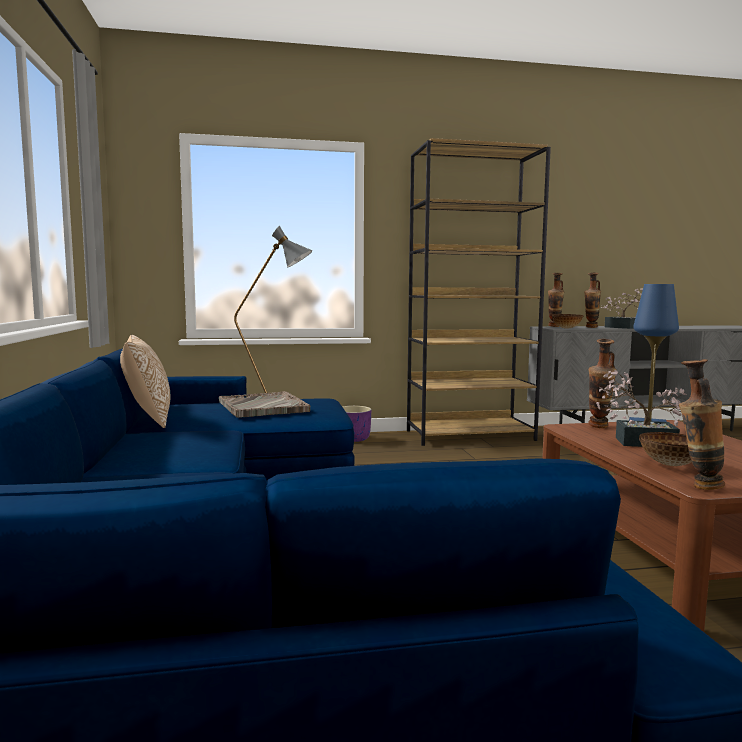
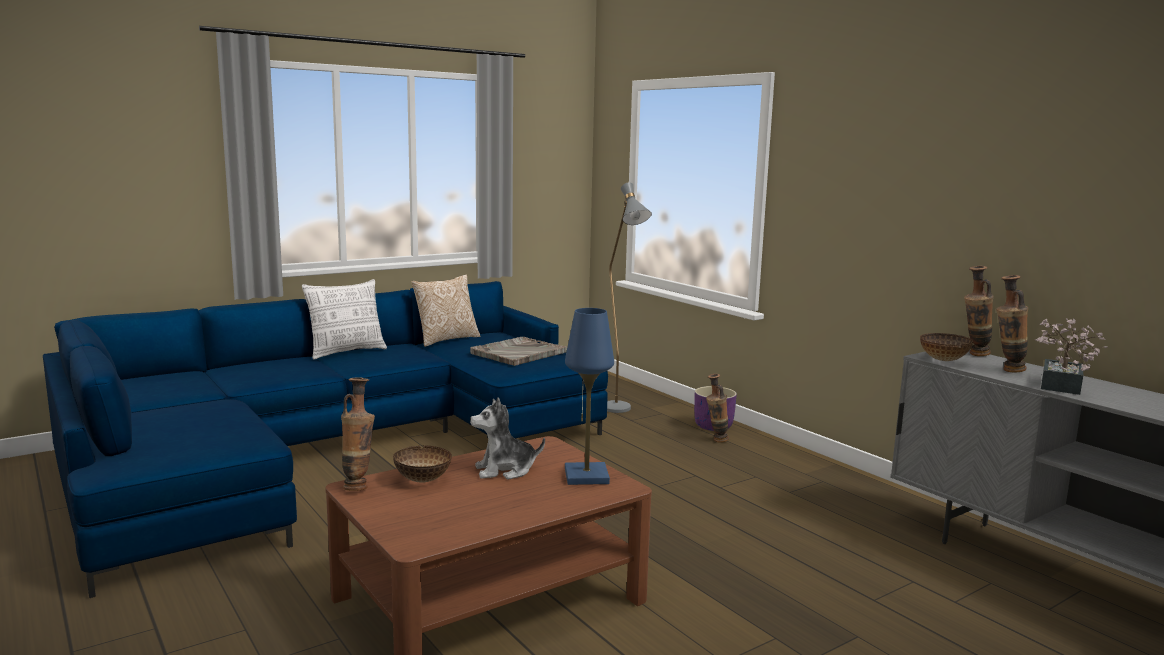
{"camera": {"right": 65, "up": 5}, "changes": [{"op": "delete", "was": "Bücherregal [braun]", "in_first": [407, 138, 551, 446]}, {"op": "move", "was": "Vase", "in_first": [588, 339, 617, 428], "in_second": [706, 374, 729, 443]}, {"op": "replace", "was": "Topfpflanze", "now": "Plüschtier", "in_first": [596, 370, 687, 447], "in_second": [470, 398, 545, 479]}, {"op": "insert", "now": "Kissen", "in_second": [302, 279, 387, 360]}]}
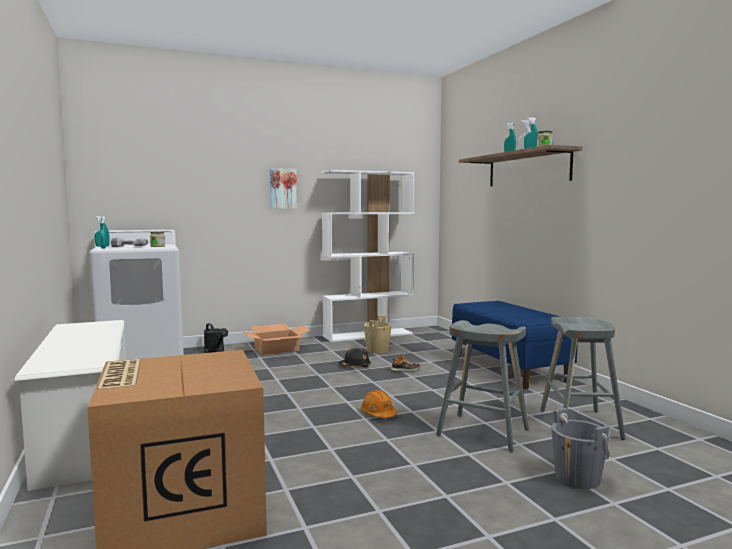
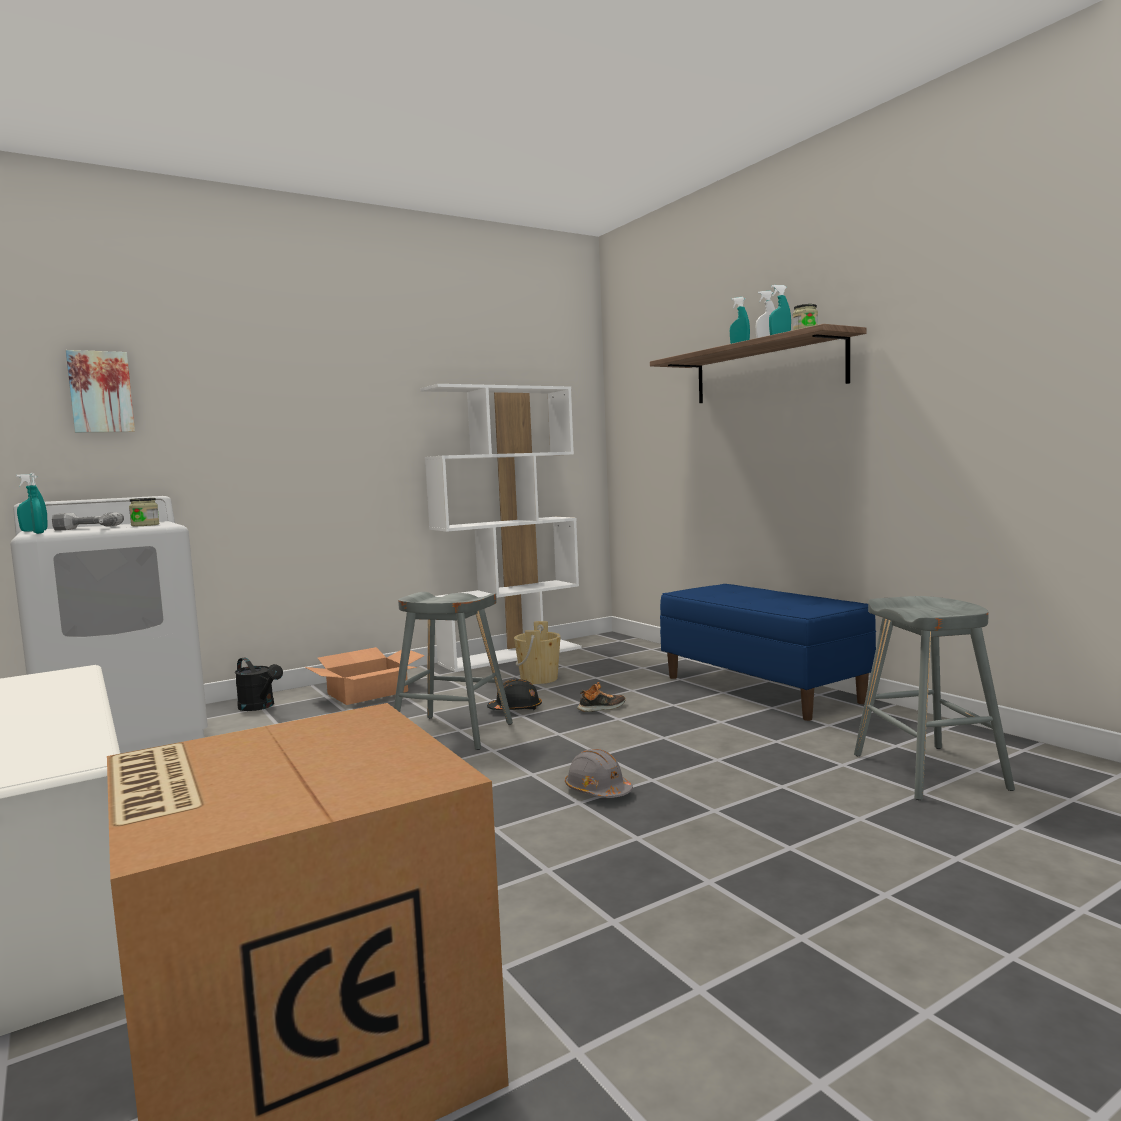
{"camera": {"right": -10, "up": 0}, "changes": [{"op": "move", "was": "Bild", "in_first": [270, 168, 297, 209], "in_second": [66, 350, 135, 433]}, {"op": "recolor", "was": "Schutzhelm [orange]", "now": "Schutzhelm [grau]", "in_first": [361, 390, 397, 418], "in_second": [565, 749, 633, 798]}, {"op": "move", "was": "Hocker [grau]", "in_first": [436, 320, 529, 452], "in_second": [394, 592, 513, 750]}, {"op": "delete", "was": "Eimer [grau]", "in_first": [551, 408, 610, 489]}]}
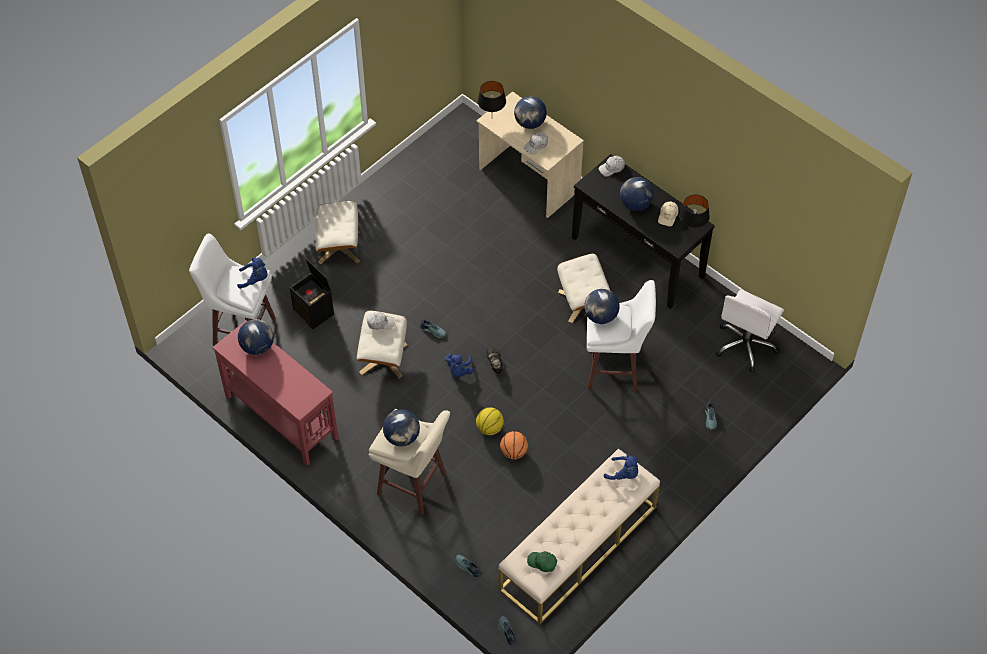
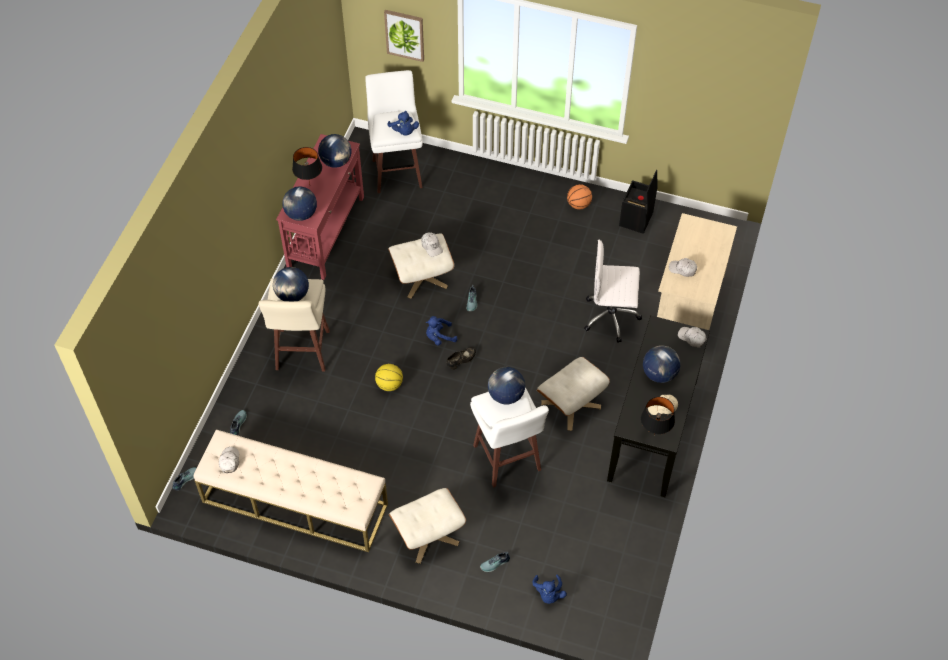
{"camera": {"right": 65, "up": 0}, "changes": [{"op": "move", "was": "Aufbewahrungsbox [schwarz]", "in_first": [290, 259, 334, 329], "in_second": [619, 170, 658, 234]}, {"op": "move", "was": "Polsterhocker [beige]", "in_first": [315, 201, 360, 265], "in_second": [389, 488, 466, 564]}, {"op": "move", "was": "Tischlampe [schwarz]", "in_first": [478, 81, 506, 112], "in_second": [292, 147, 322, 184]}, {"op": "move", "was": "Basketball", "in_first": [500, 431, 528, 459], "in_second": [567, 184, 592, 210]}, {"op": "move", "was": "Globus", "in_first": [514, 96, 547, 129], "in_second": [282, 186, 317, 221]}, {"op": "recolor", "was": "Kappe [grün]", "now": "Kappe [weiß]", "in_first": [527, 551, 557, 572], "in_second": [219, 447, 239, 473]}, {"op": "move", "was": "Plüschtier [blau]", "in_first": [604, 455, 638, 480], "in_second": [532, 575, 567, 604]}, {"op": "move", "was": "Bürostuhl [weiß]", "in_first": [716, 290, 784, 372], "in_second": [584, 239, 642, 343]}, {"op": "insert", "now": "Bild", "in_second": [384, 10, 424, 62]}]}
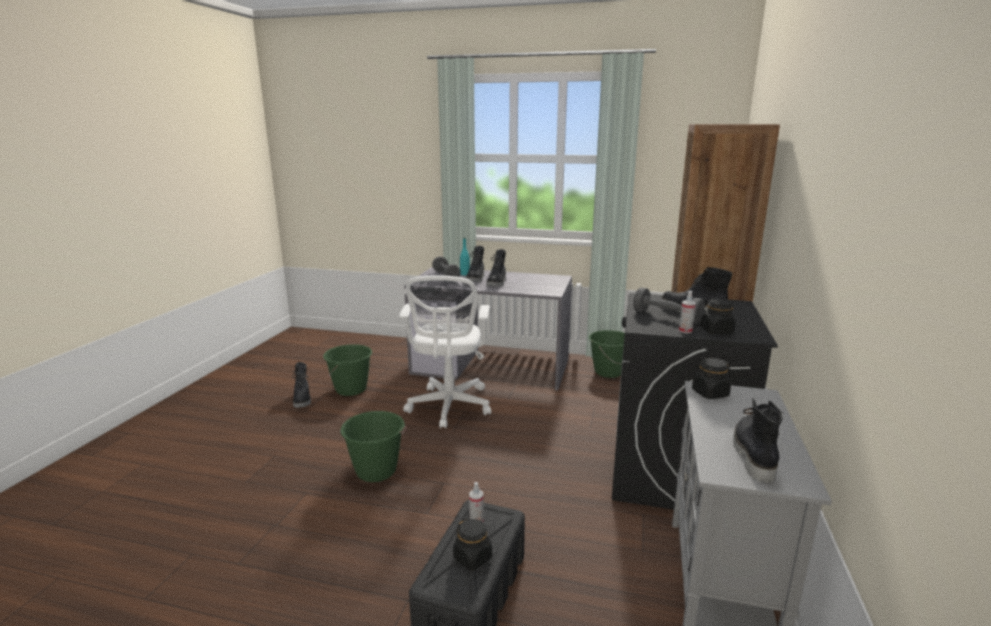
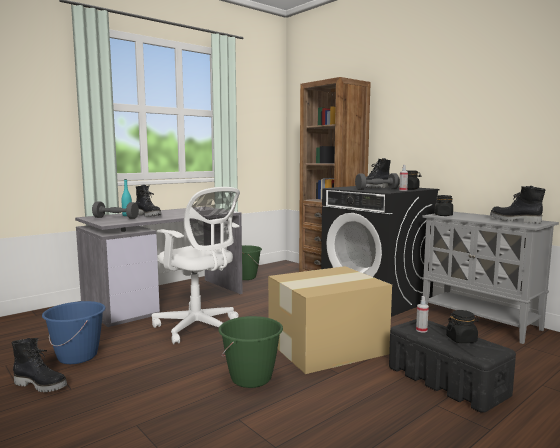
{"camera": {"right": -55, "up": -10}, "changes": [{"op": "recolor", "was": "Eimer [grün]", "now": "Eimer [blau]", "in_first": [323, 344, 372, 396], "in_second": [42, 301, 106, 364]}, {"op": "delete", "was": "Stiefel [schwarz]", "in_first": [486, 249, 506, 287]}, {"op": "insert", "now": "Karton", "in_second": [268, 266, 392, 374]}]}
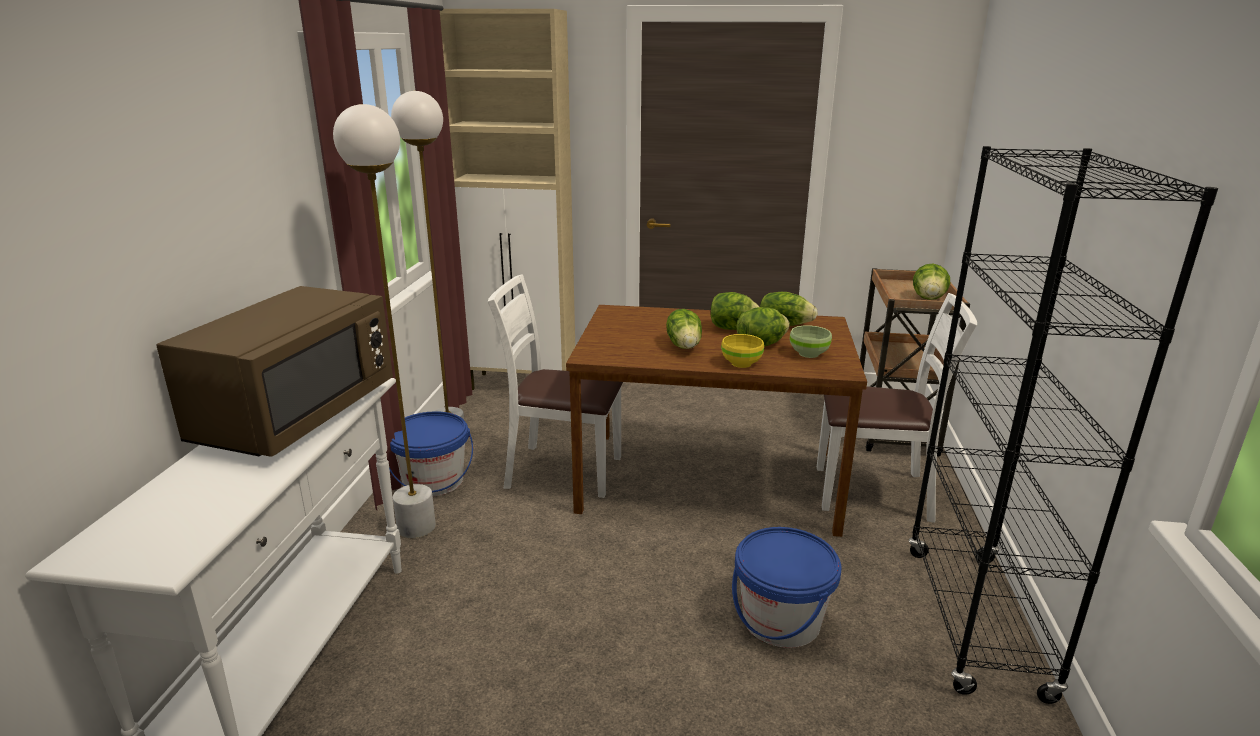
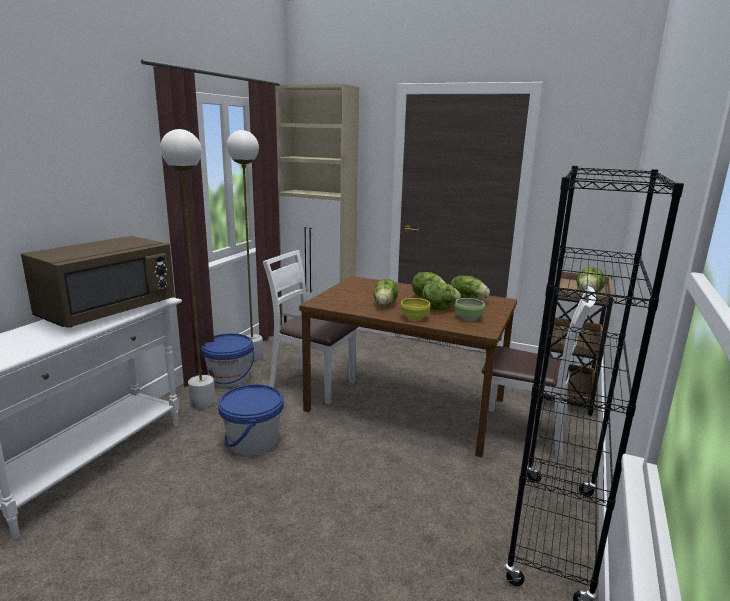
{"camera": {"right": 15, "up": -5}, "changes": [{"op": "move", "was": "Eimer [blau]", "in_first": [732, 527, 842, 648], "in_second": [218, 384, 284, 456]}]}
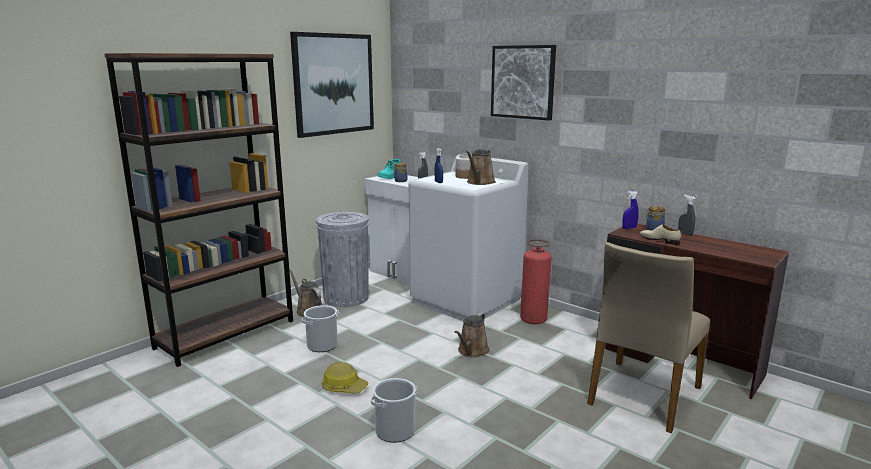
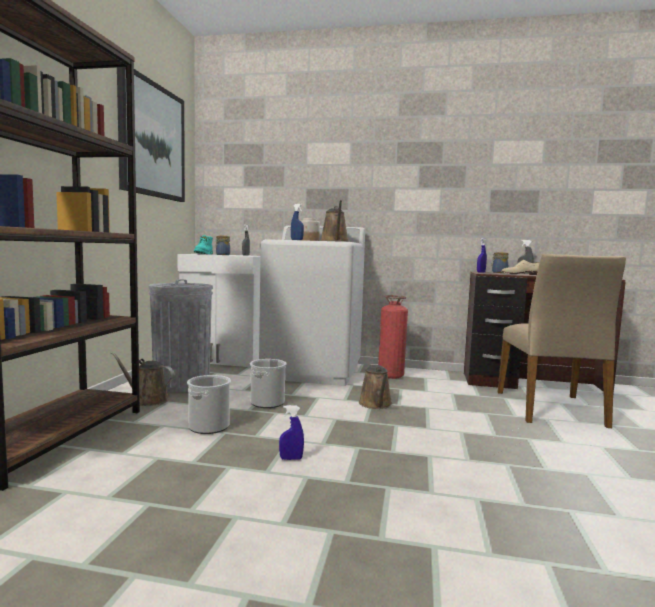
{"camera": {"right": -30, "up": -10}, "changes": [{"op": "replace", "was": "Schutzhelm", "now": "Sprühflasche [blau]", "in_first": [322, 362, 369, 394], "in_second": [279, 405, 304, 460]}, {"op": "move", "was": "Eimer", "in_first": [371, 378, 418, 443], "in_second": [250, 359, 287, 408]}, {"op": "delete", "was": "Bild", "in_first": [491, 45, 556, 121]}]}
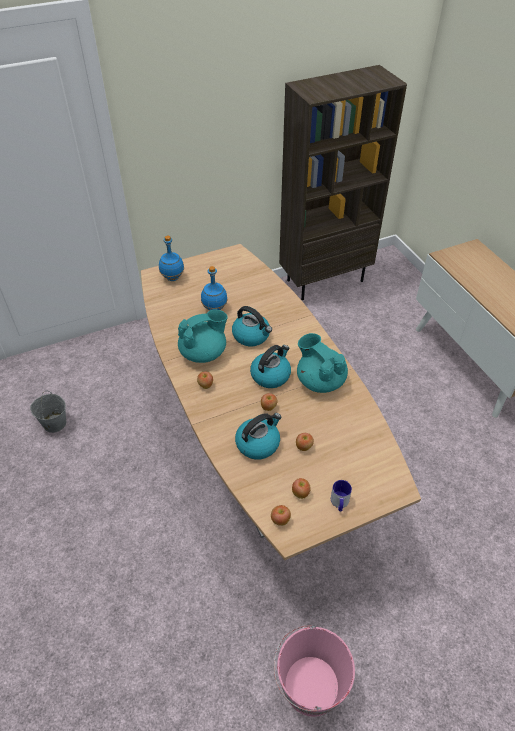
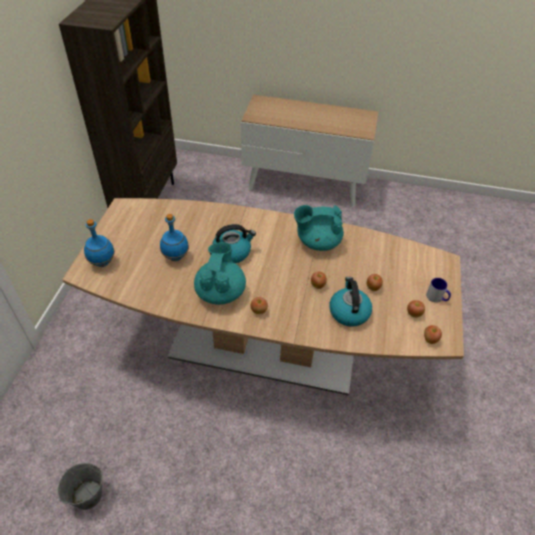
{"camera": {"right": -55, "up": 0}, "changes": [{"op": "delete", "was": "Wasserkessel", "in_first": [250, 345, 291, 388]}, {"op": "delete", "was": "Eimer [rosa]", "in_first": [274, 625, 355, 717]}]}
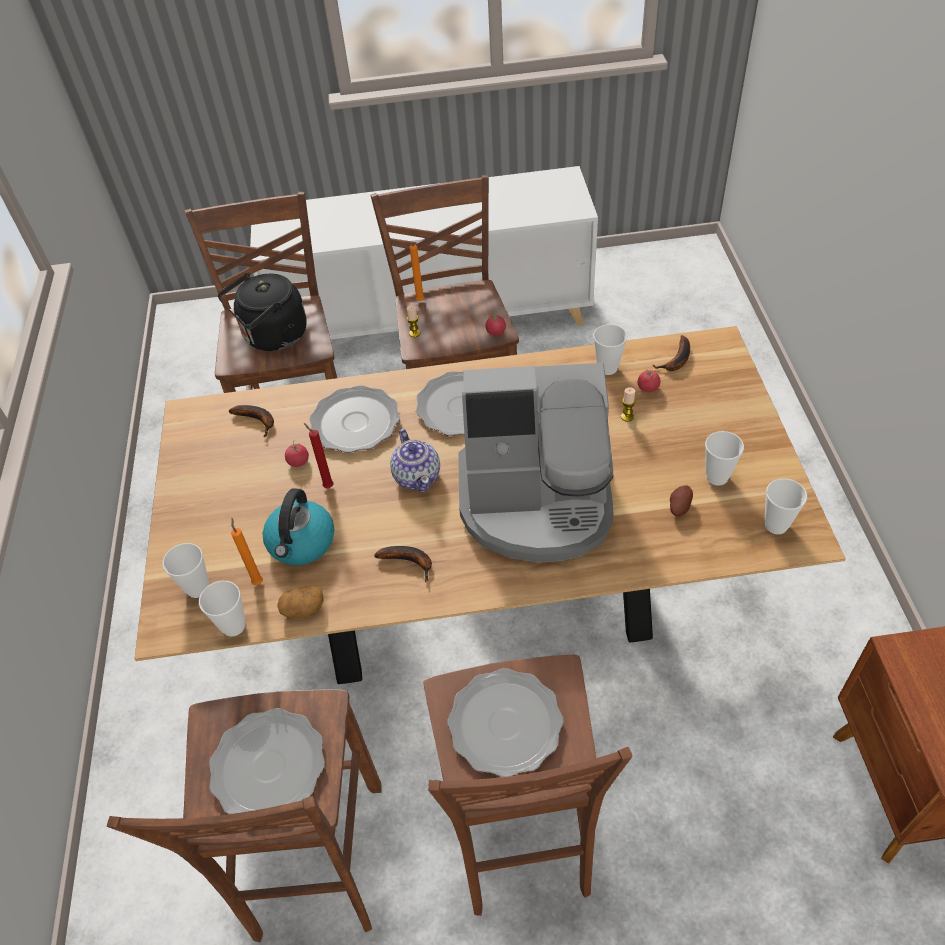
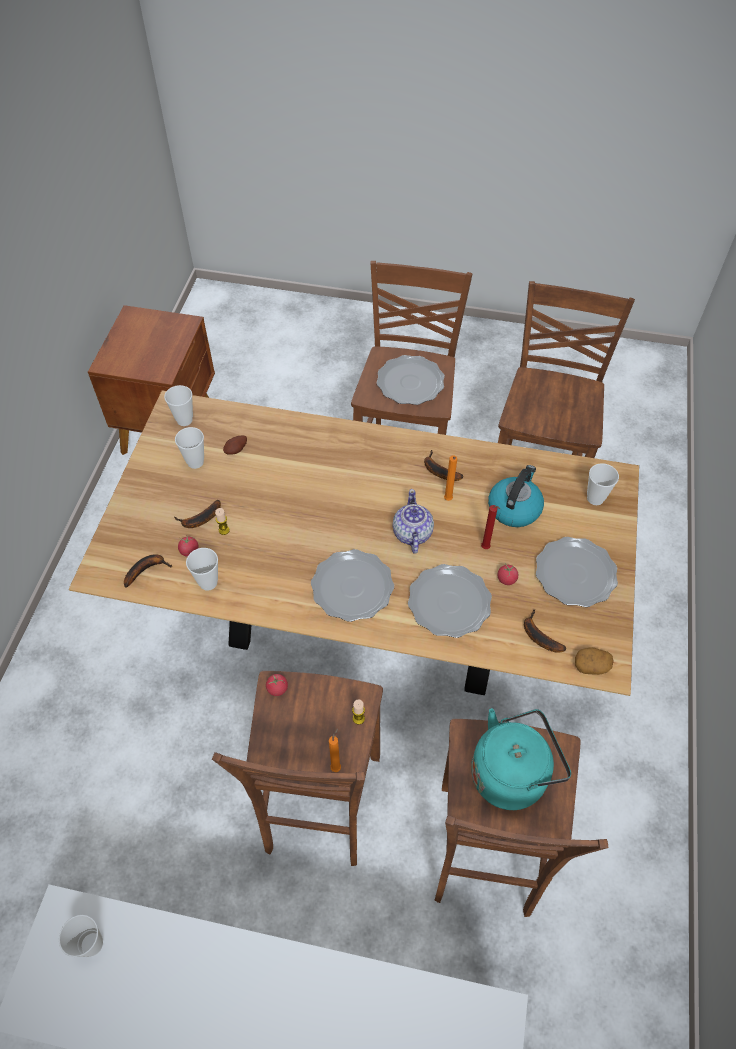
{"camera": {"right": -165, "up": 5}, "changes": [{"op": "move", "was": "Tasse", "in_first": [199, 581, 245, 637], "in_second": [59, 915, 103, 957]}, {"op": "move", "was": "Teller", "in_first": [209, 708, 325, 814], "in_second": [536, 537, 618, 607]}, {"op": "recolor", "was": "Wasserkessel [schwarz]", "now": "Wasserkessel [türkis]", "in_first": [218, 273, 307, 351], "in_second": [471, 708, 571, 810]}, {"op": "move", "was": "Kerze [orange]", "in_first": [231, 518, 263, 585], "in_second": [444, 455, 457, 501]}, {"op": "move", "was": "Kartoffel", "in_first": [277, 586, 324, 618], "in_second": [575, 647, 614, 675]}, {"op": "delete", "was": "Kaffeemaschine", "in_first": [458, 363, 614, 563]}, {"op": "insert", "now": "Banane", "in_second": [174, 500, 221, 528]}]}
